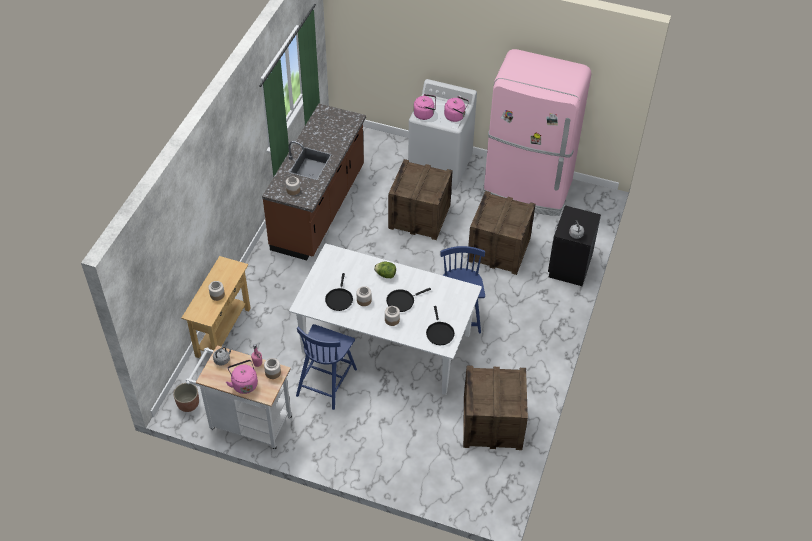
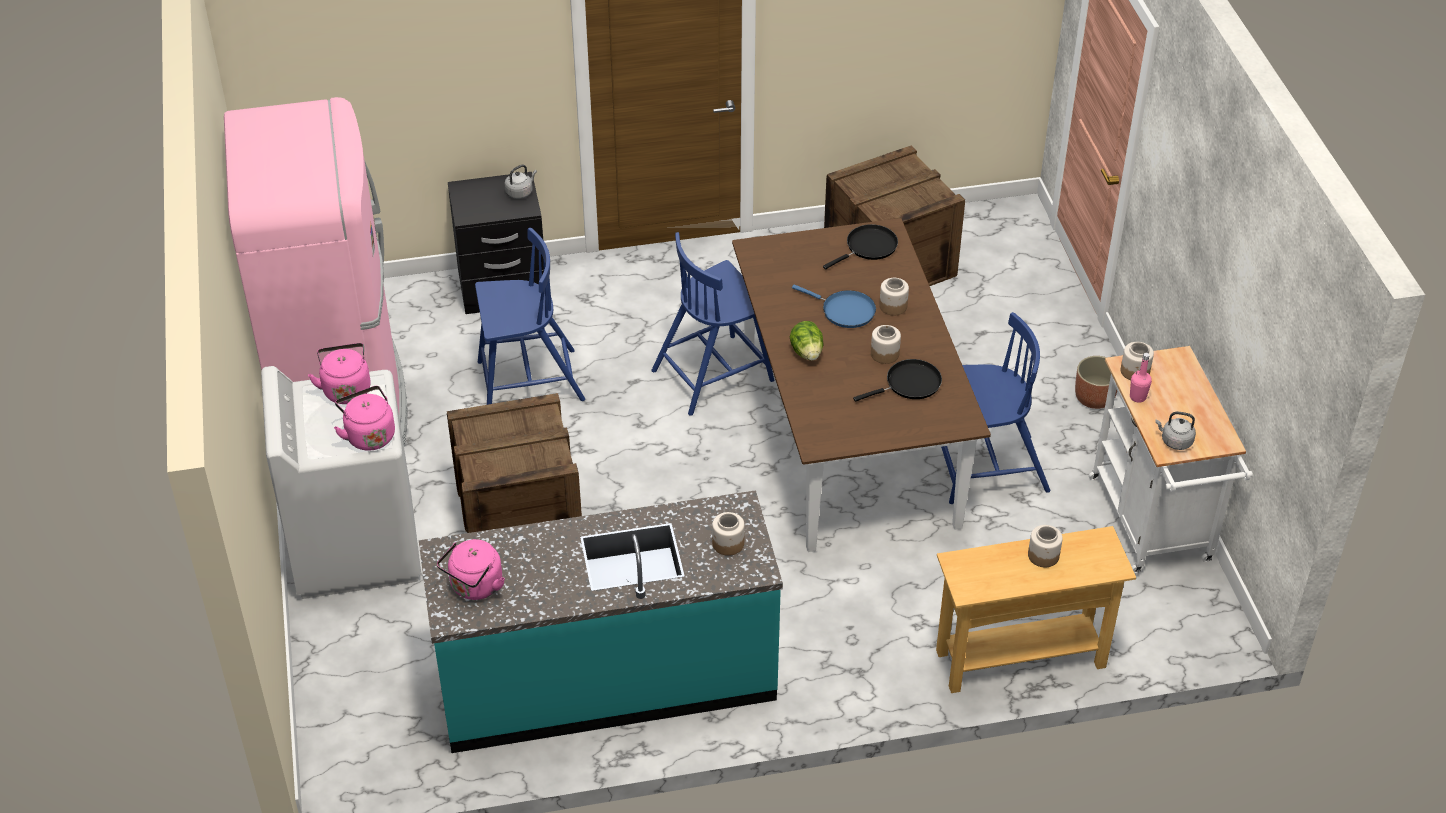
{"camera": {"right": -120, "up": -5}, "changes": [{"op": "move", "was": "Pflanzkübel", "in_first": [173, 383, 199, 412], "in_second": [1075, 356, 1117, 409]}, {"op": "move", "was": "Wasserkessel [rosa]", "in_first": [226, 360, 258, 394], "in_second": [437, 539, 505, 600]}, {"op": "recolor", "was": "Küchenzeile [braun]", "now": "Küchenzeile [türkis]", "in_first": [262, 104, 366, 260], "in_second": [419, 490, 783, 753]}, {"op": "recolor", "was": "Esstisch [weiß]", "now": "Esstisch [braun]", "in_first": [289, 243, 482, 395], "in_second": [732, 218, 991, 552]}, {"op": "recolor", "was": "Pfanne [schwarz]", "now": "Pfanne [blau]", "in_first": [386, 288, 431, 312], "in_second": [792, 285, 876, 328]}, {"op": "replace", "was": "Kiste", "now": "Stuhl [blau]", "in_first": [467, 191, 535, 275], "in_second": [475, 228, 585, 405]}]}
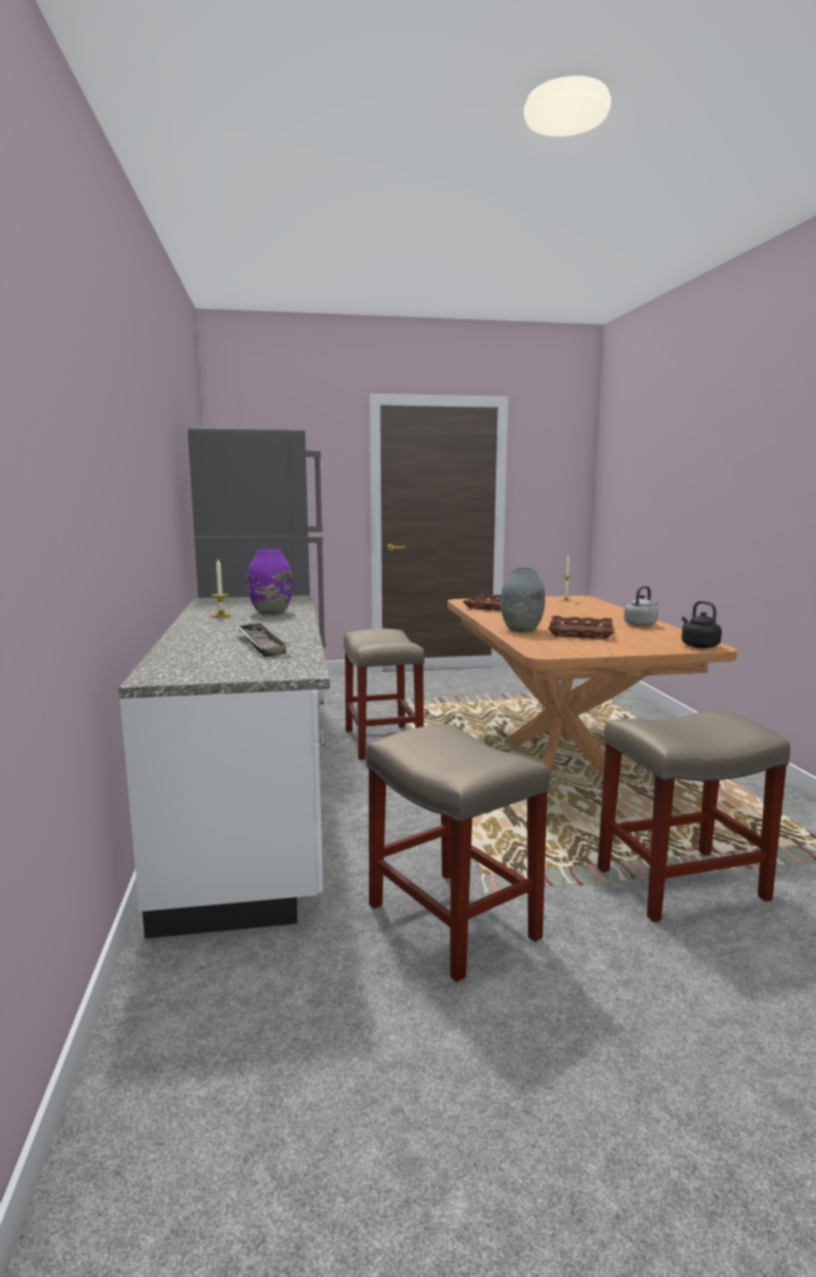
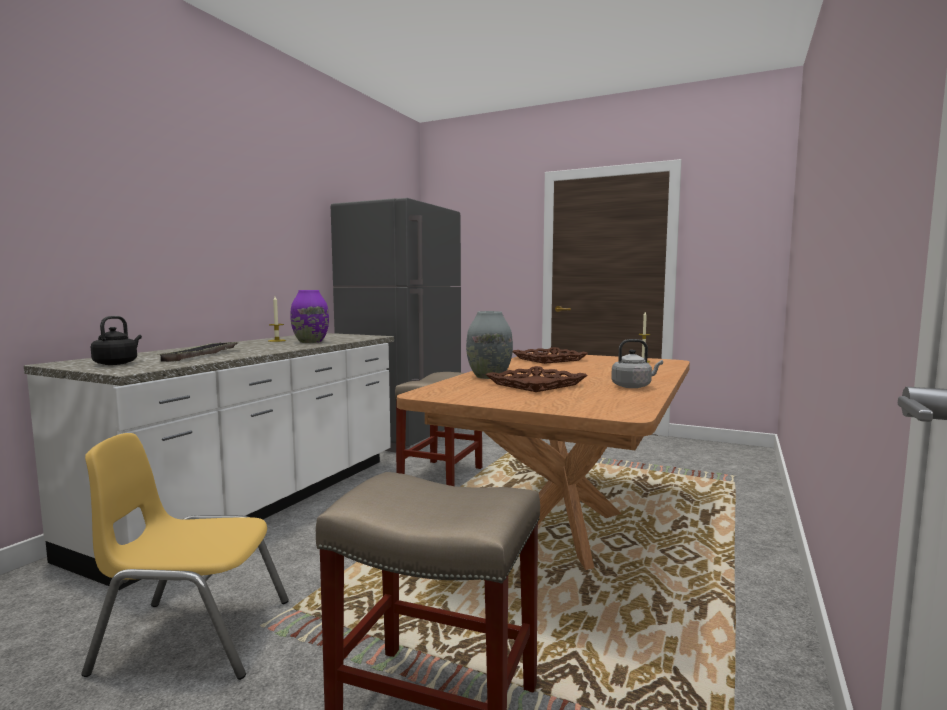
{"camera": {"right": 35, "up": -5}, "changes": [{"op": "replace", "was": "Hocker [beige]", "now": "Stuhl [gelb]", "in_first": [366, 724, 550, 982], "in_second": [81, 433, 289, 680]}, {"op": "move", "was": "Wasserkessel [schwarz]", "in_first": [681, 601, 722, 648], "in_second": [91, 316, 142, 365]}]}
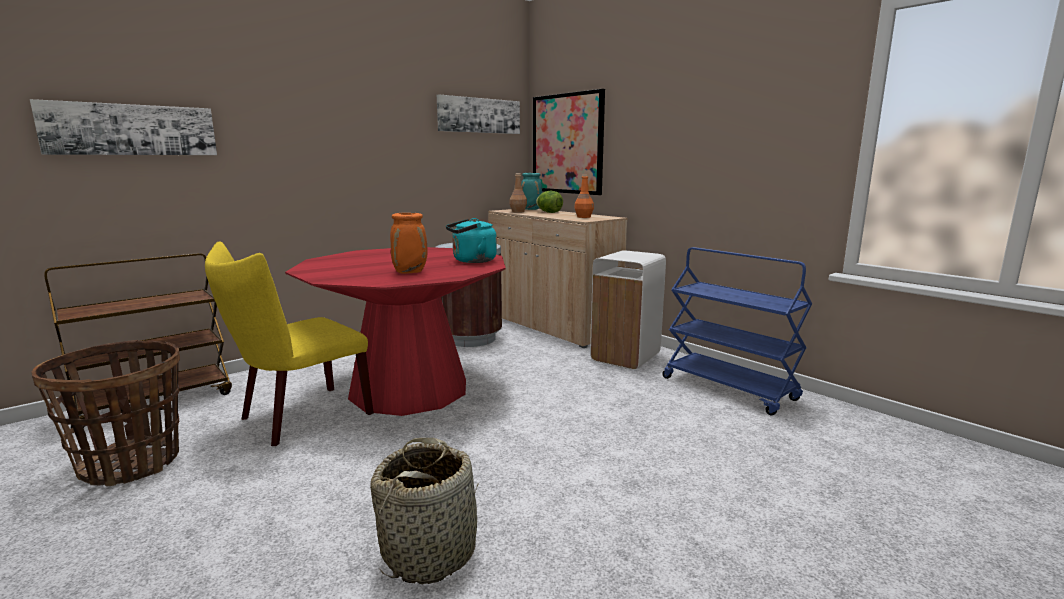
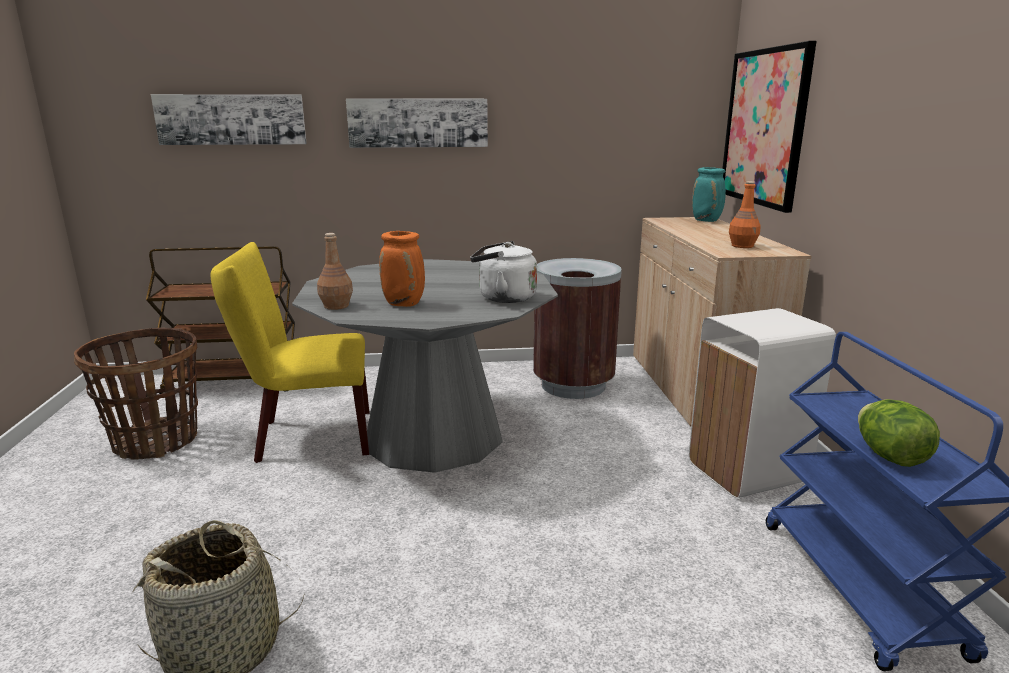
{"camera": {"right": 35, "up": 5}, "changes": [{"op": "recolor", "was": "Esstisch [rot]", "now": "Esstisch [grau]", "in_first": [285, 247, 506, 416], "in_second": [292, 259, 558, 473]}, {"op": "move", "was": "Bild", "in_first": [437, 95, 520, 134], "in_second": [346, 98, 488, 148]}, {"op": "recolor", "was": "Wasserkessel [türkis]", "now": "Wasserkessel [weiß]", "in_first": [446, 218, 497, 263], "in_second": [470, 241, 537, 303]}, {"op": "move", "was": "Flasche [braun]", "in_first": [509, 173, 527, 213], "in_second": [317, 233, 353, 310]}, {"op": "move", "was": "Salatkopf", "in_first": [536, 191, 563, 213], "in_second": [858, 399, 940, 467]}]}
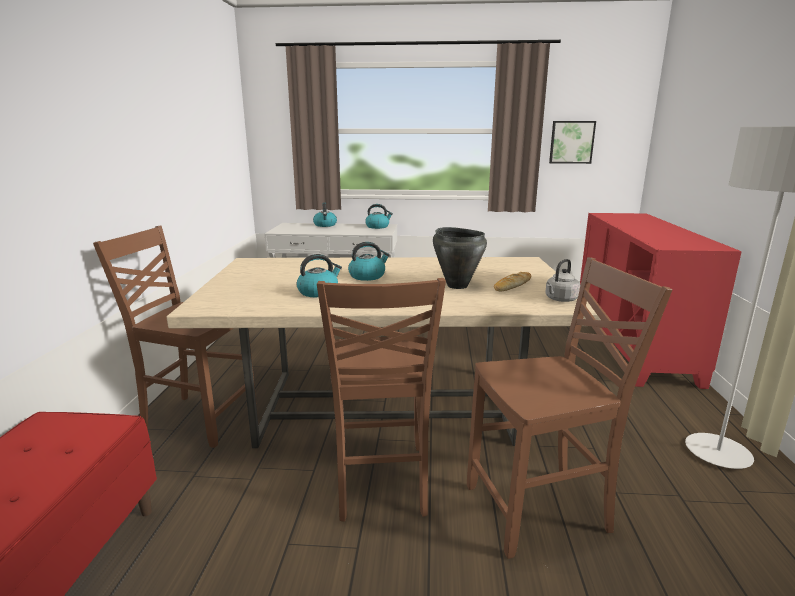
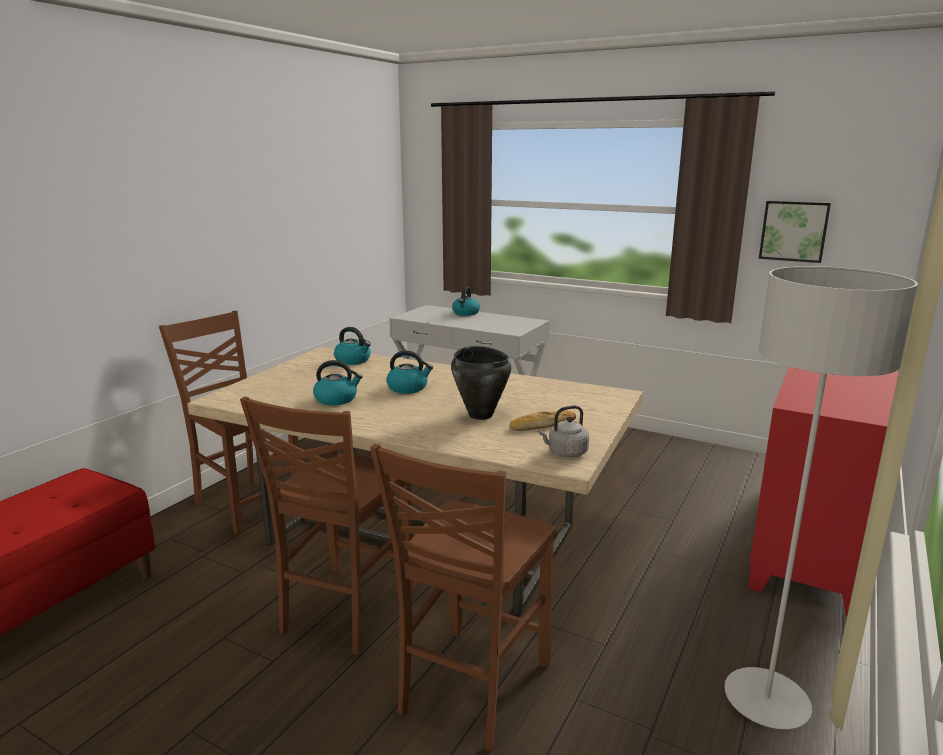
{"camera": {"right": 25, "up": 0}, "changes": [{"op": "move", "was": "Wasserkessel", "in_first": [365, 204, 393, 229], "in_second": [334, 327, 371, 365]}, {"op": "rotate", "was": "Stuhl [braun]", "in_first": [467, 257, 672, 559], "in_second": [370, 444, 556, 751], "clockwise": 105}]}
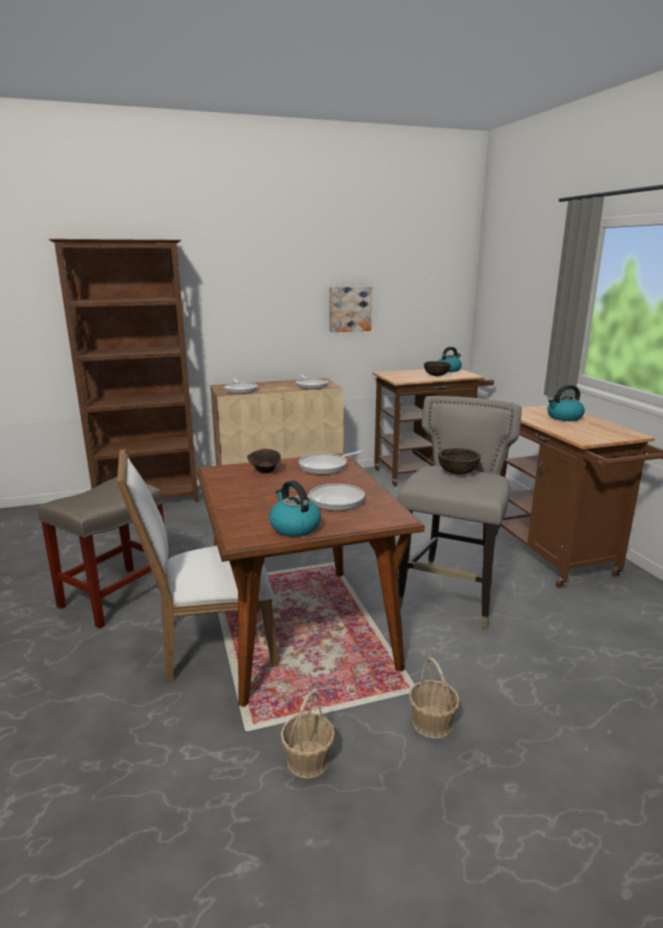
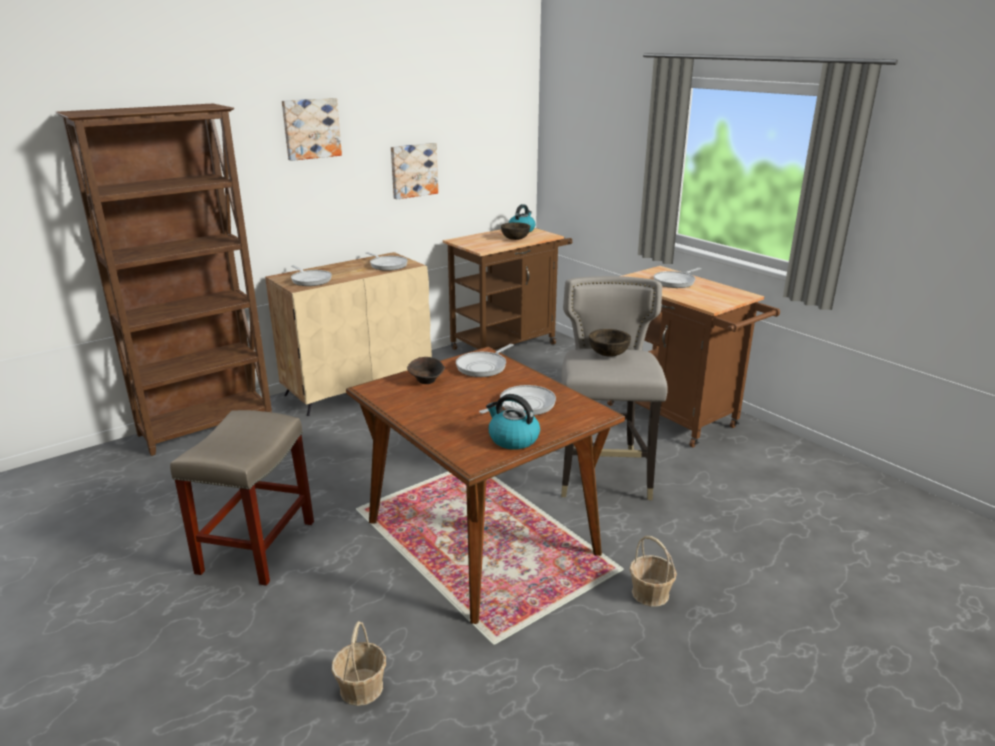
{"camera": {"right": -20, "up": 5}, "changes": [{"op": "delete", "was": "Stuhl [weiß]", "in_first": [117, 448, 279, 682]}, {"op": "move", "was": "Korb", "in_first": [280, 691, 335, 779], "in_second": [332, 621, 386, 706]}, {"op": "replace", "was": "Wasserkessel", "now": "Pfanne", "in_first": [547, 385, 585, 421], "in_second": [654, 268, 701, 288]}, {"op": "insert", "now": "Bild", "in_second": [282, 98, 342, 161]}]}
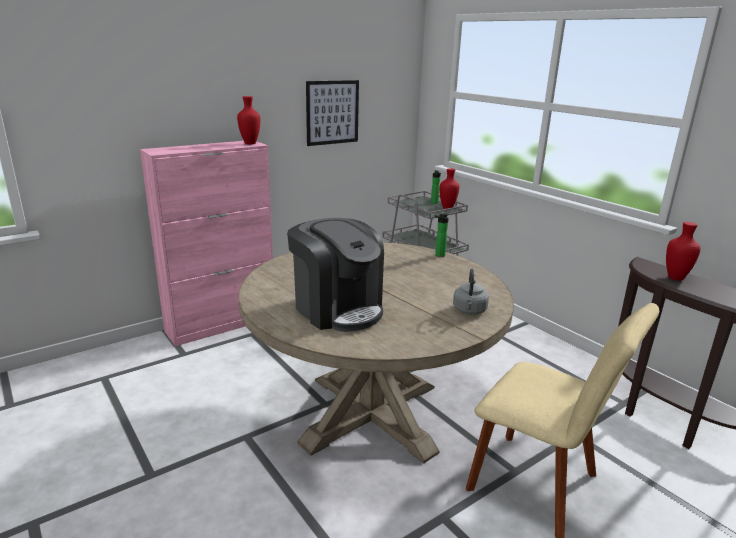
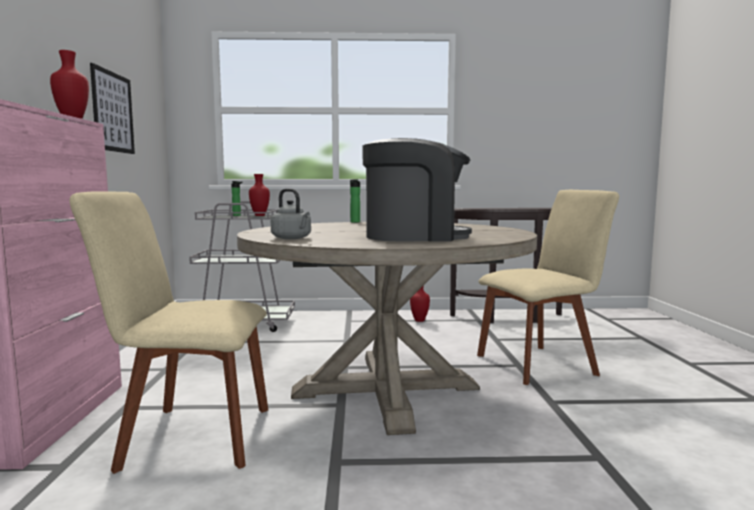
{"camera": {"right": -55, "up": -15}, "changes": [{"op": "move", "was": "Wasserkessel [grau]", "in_first": [453, 269, 489, 315], "in_second": [271, 188, 311, 239]}, {"op": "move", "was": "Vase [rot]", "in_first": [666, 222, 701, 281], "in_second": [410, 285, 430, 322]}, {"op": "insert", "now": "Stuhl [beige]", "in_second": [69, 191, 268, 474]}]}
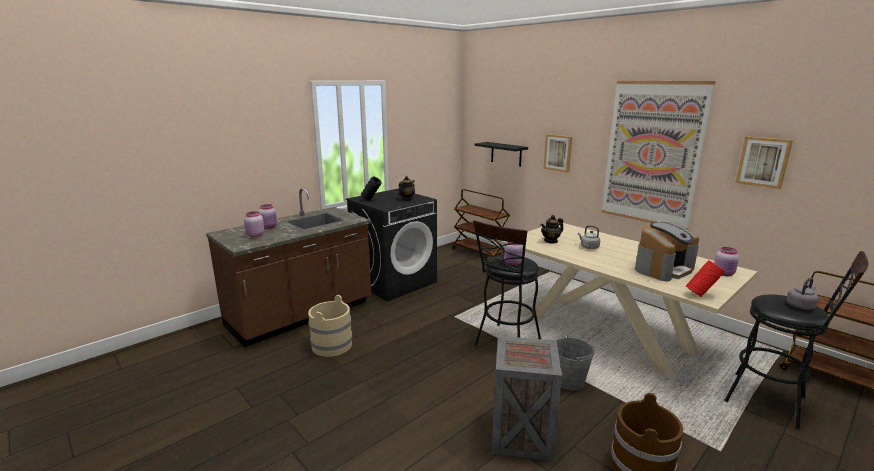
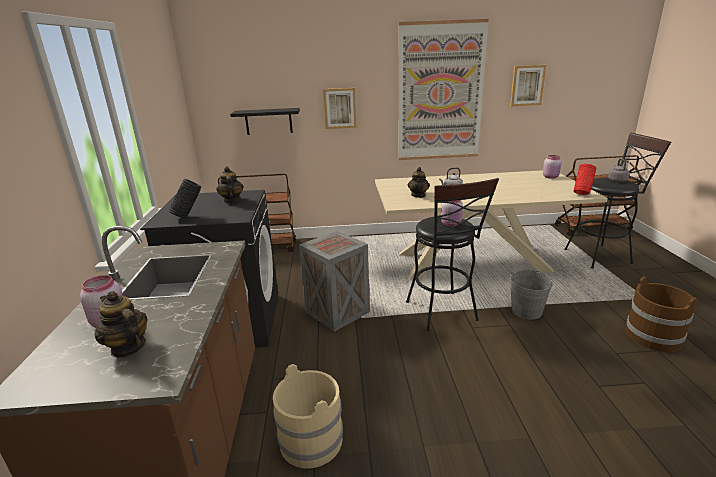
{"camera": {"right": -50, "up": 5}, "changes": [{"op": "replace", "was": "Vorratsglas [rosa]", "now": "Teekanne", "in_first": [244, 211, 265, 238], "in_second": [95, 291, 148, 358]}, {"op": "move", "was": "Kiste", "in_first": [492, 336, 562, 461], "in_second": [299, 231, 370, 332]}, {"op": "delete", "was": "Kaffeemaschine", "in_first": [635, 222, 699, 281]}]}
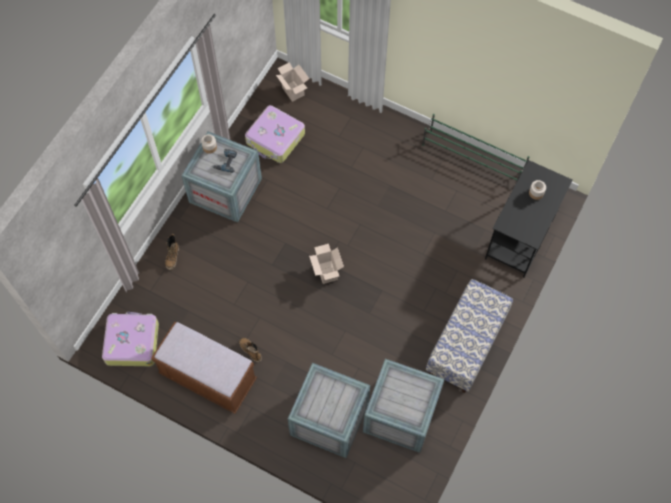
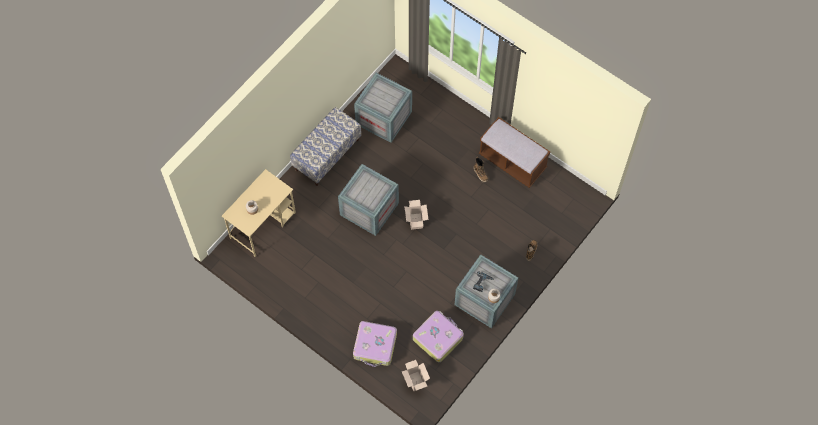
{"camera": {"right": -170, "up": 0}, "changes": [{"op": "move", "was": "Koffer", "in_first": [102, 312, 159, 366], "in_second": [353, 321, 397, 367]}, {"op": "move", "was": "Kiste", "in_first": [288, 363, 370, 458], "in_second": [338, 164, 399, 236]}, {"op": "delete", "was": "Schuhregal [grün]", "in_first": [422, 114, 530, 183]}, {"op": "recolor", "was": "Schreibtisch [schwarz]", "now": "Schreibtisch [beige]", "in_first": [485, 160, 573, 277], "in_second": [222, 169, 296, 257]}]}
